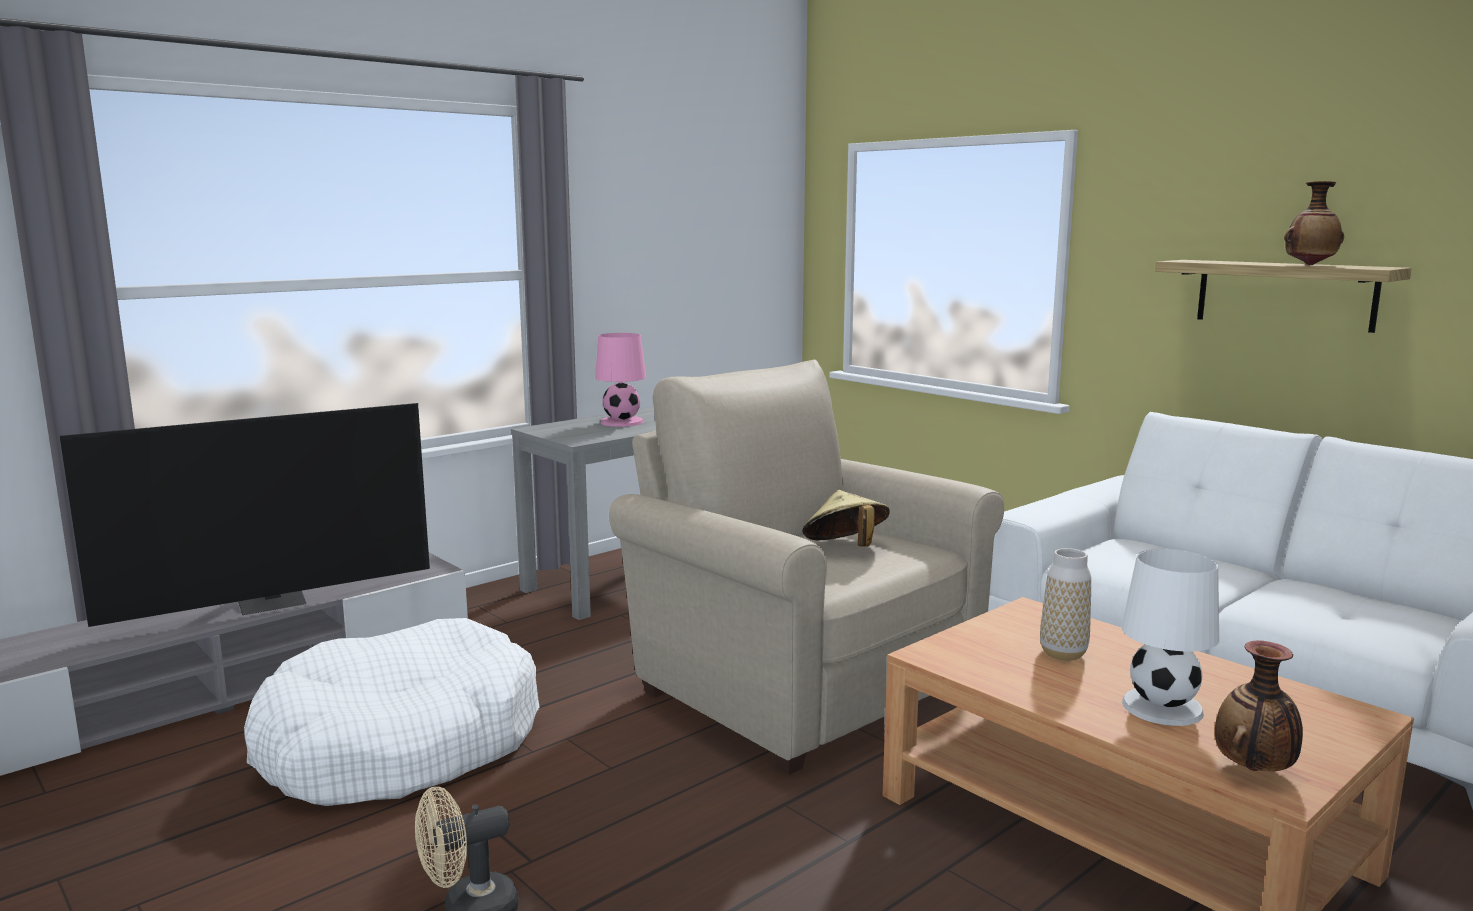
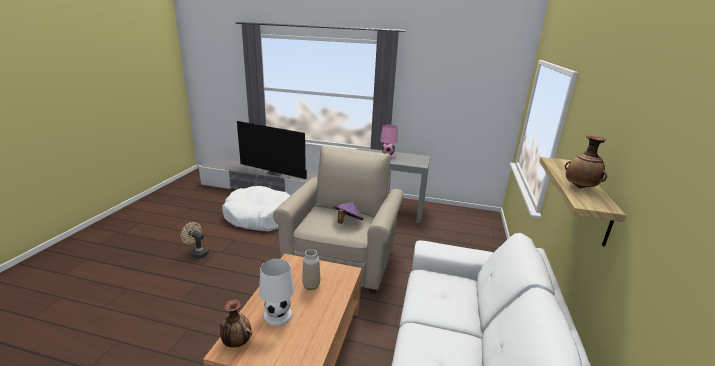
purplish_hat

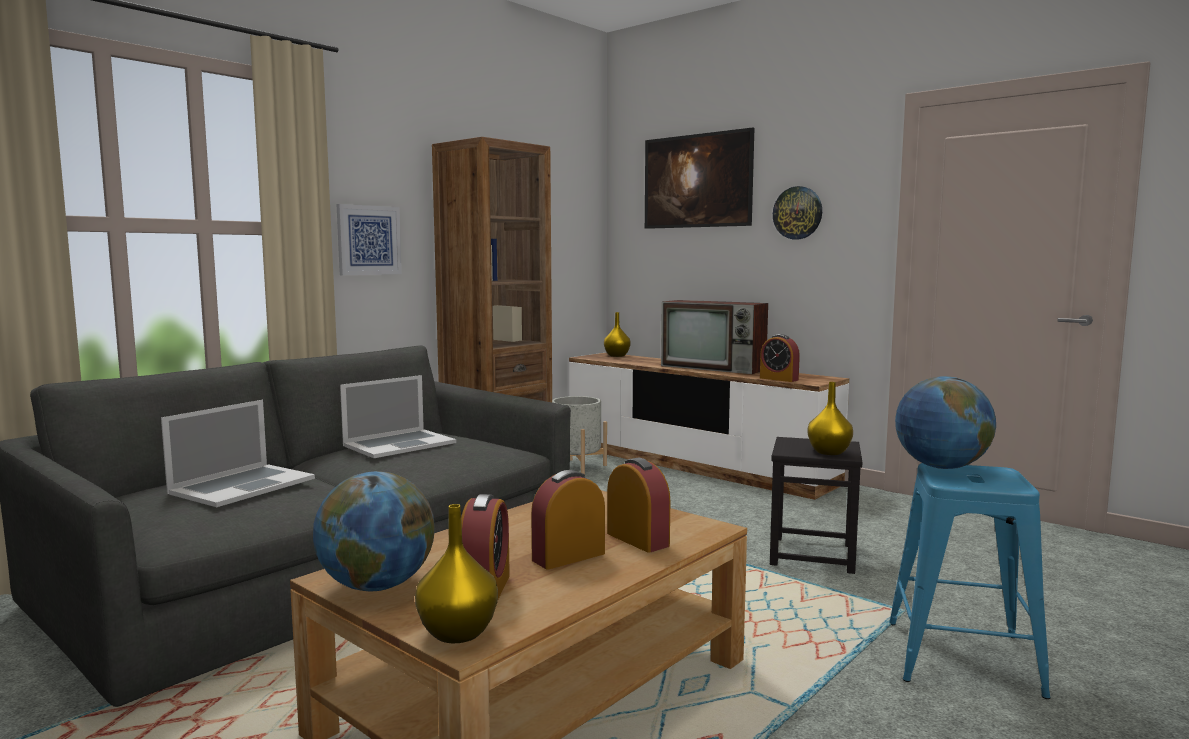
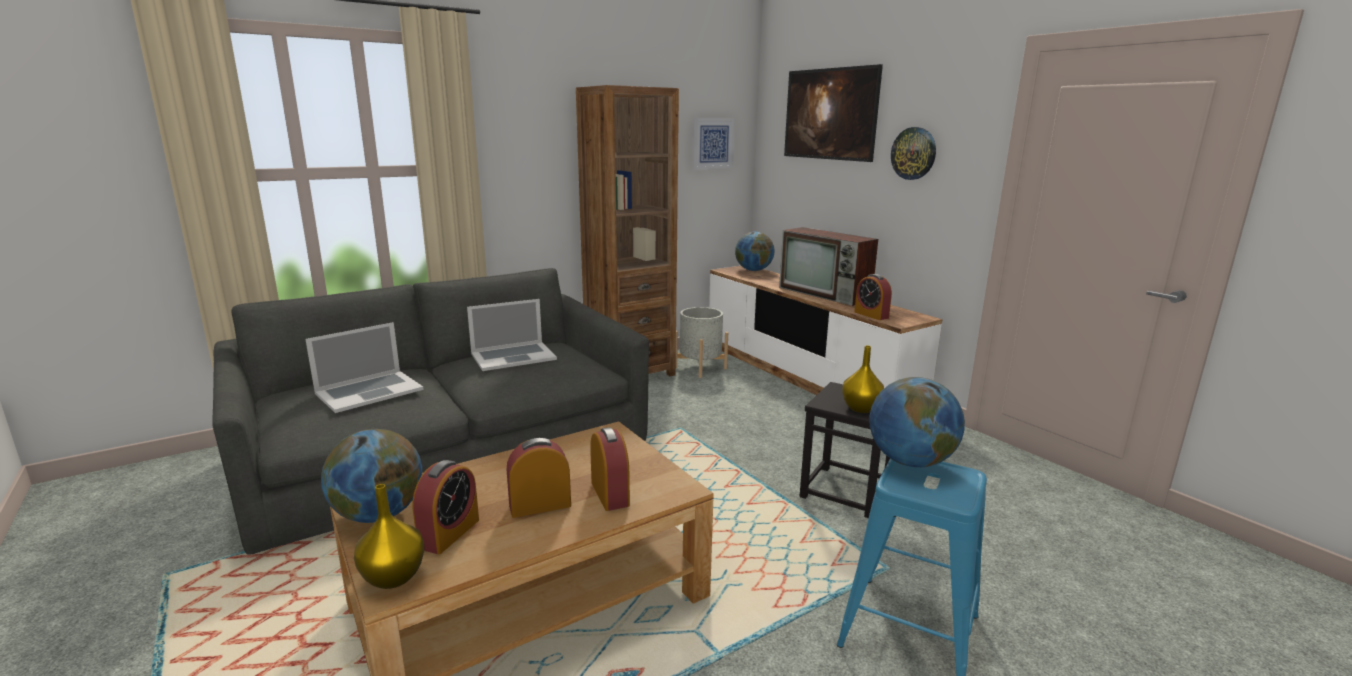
wall_art (1st from left); desk_globe (2nd from left)

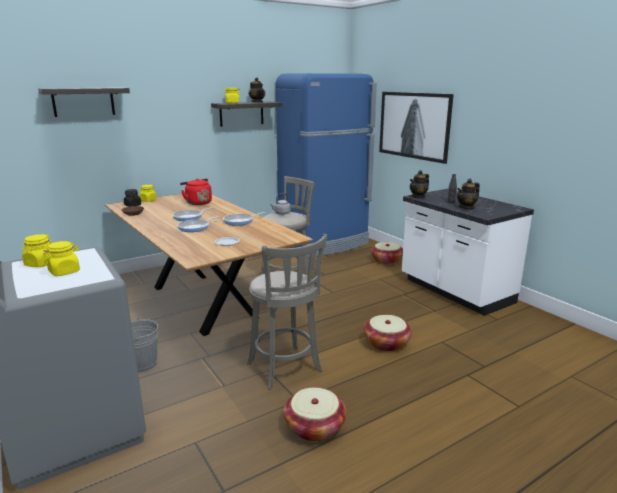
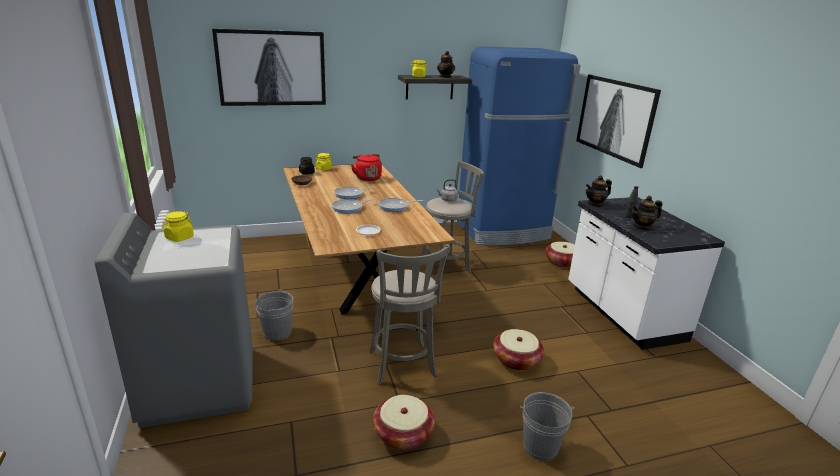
wall_art (1st from left); yellow_preserve_jar (2nd from left in the first image); gray_bucket (2nd from left)

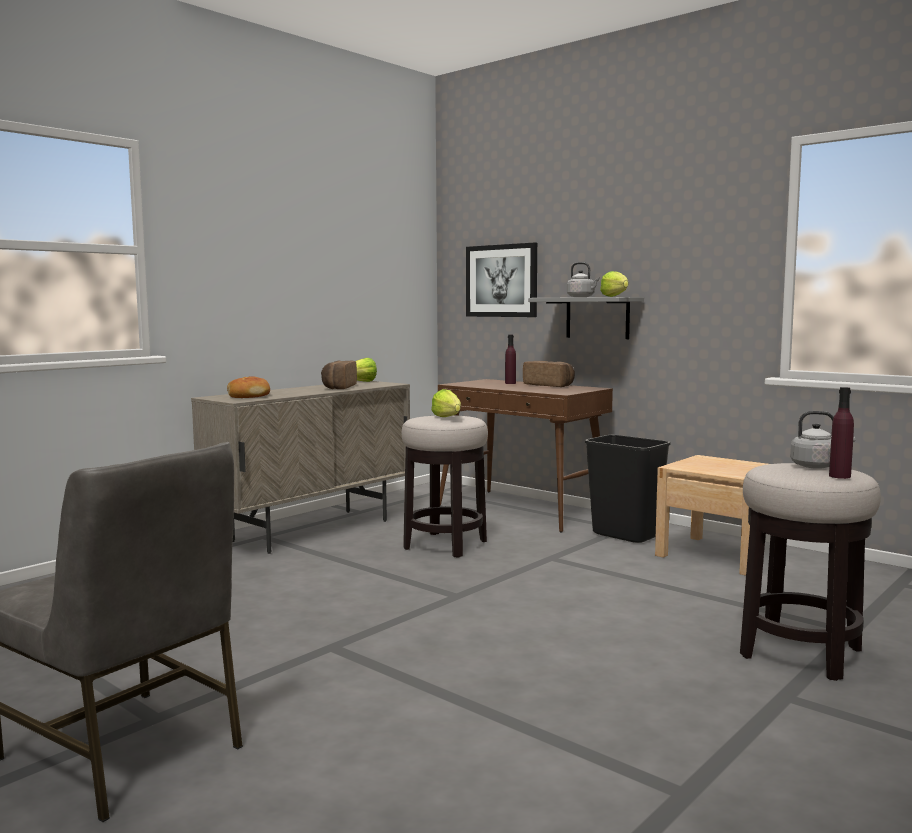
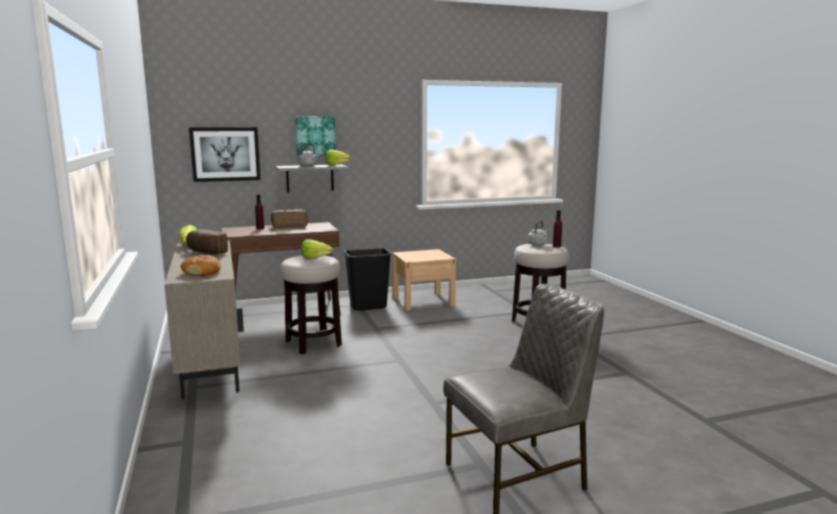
wall_art (2nd from left)

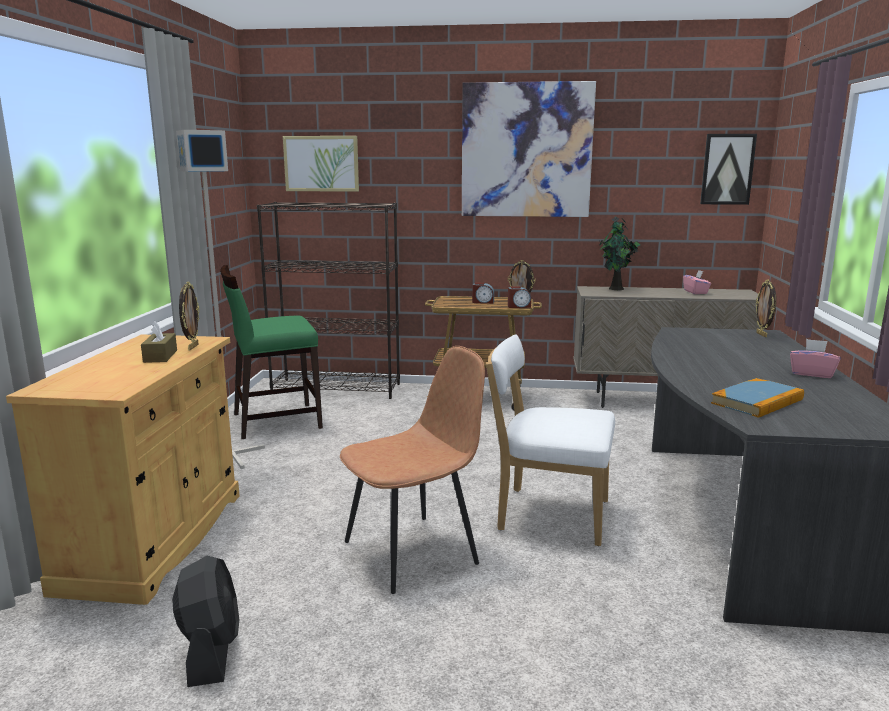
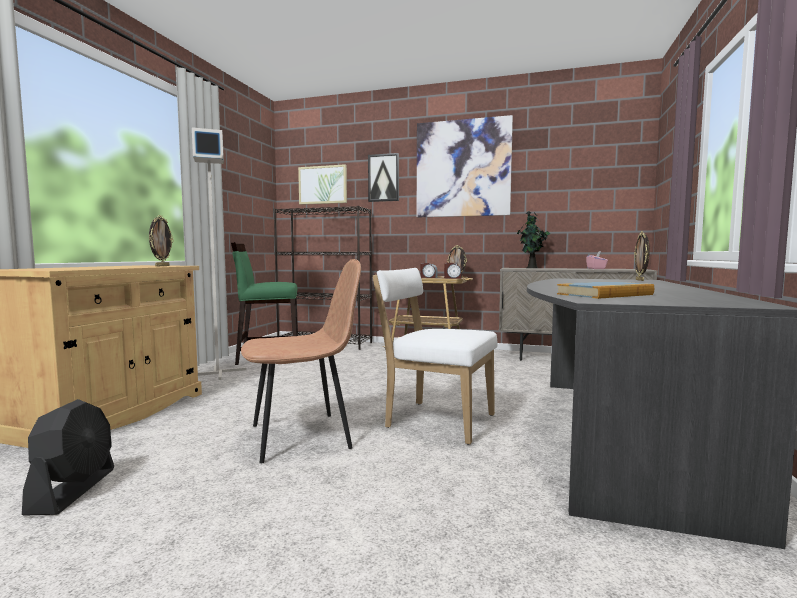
wall_art (2nd from left); brownish_box_of_tissues; pink_box_of_tissues (2nd from left in the first image)

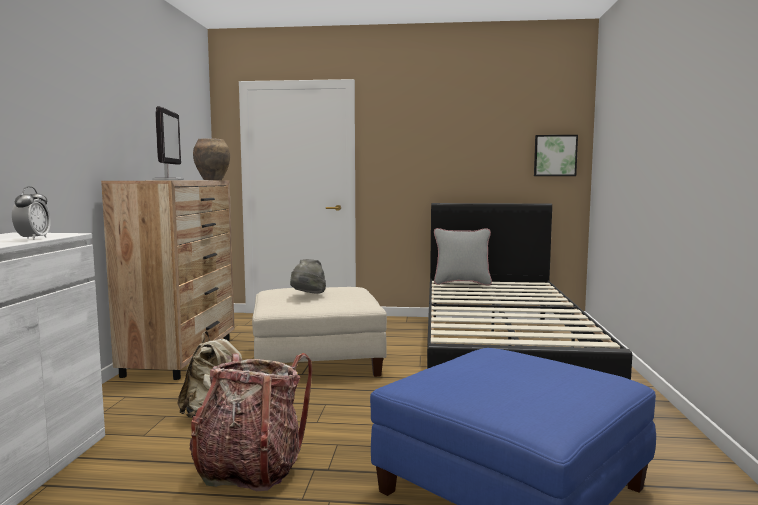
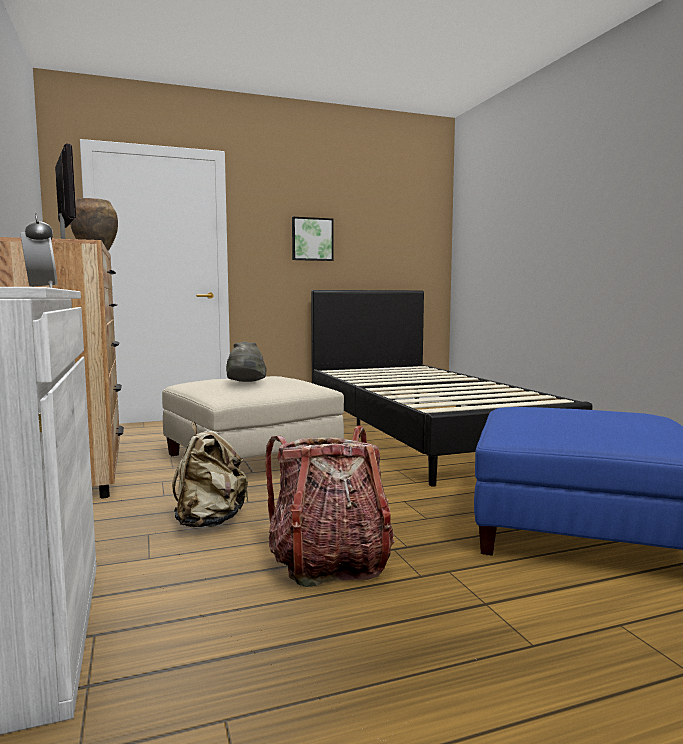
wall_art; gray_throw_pillow

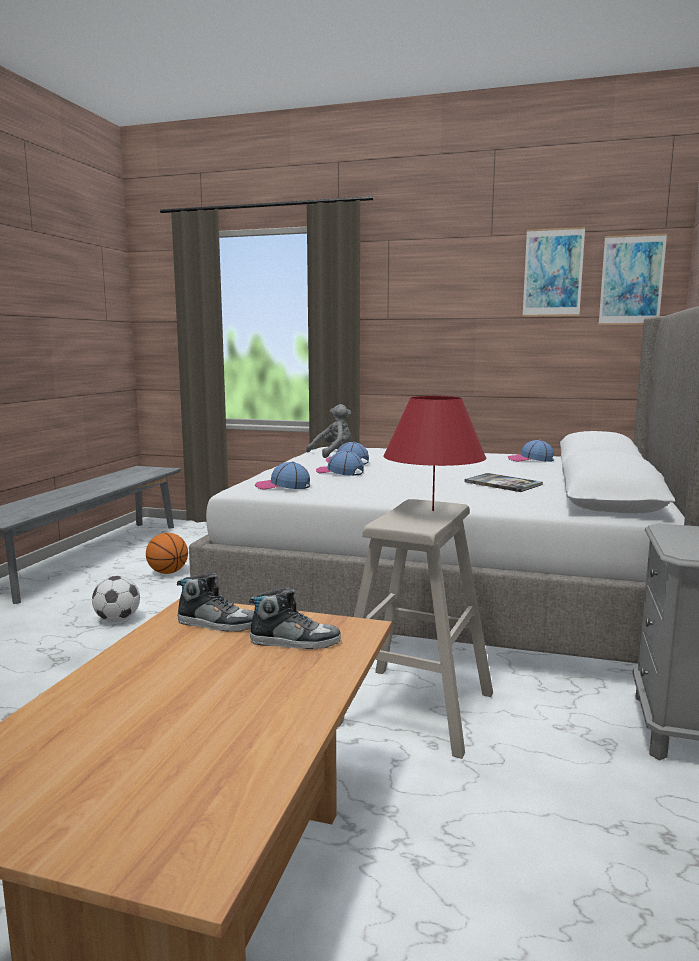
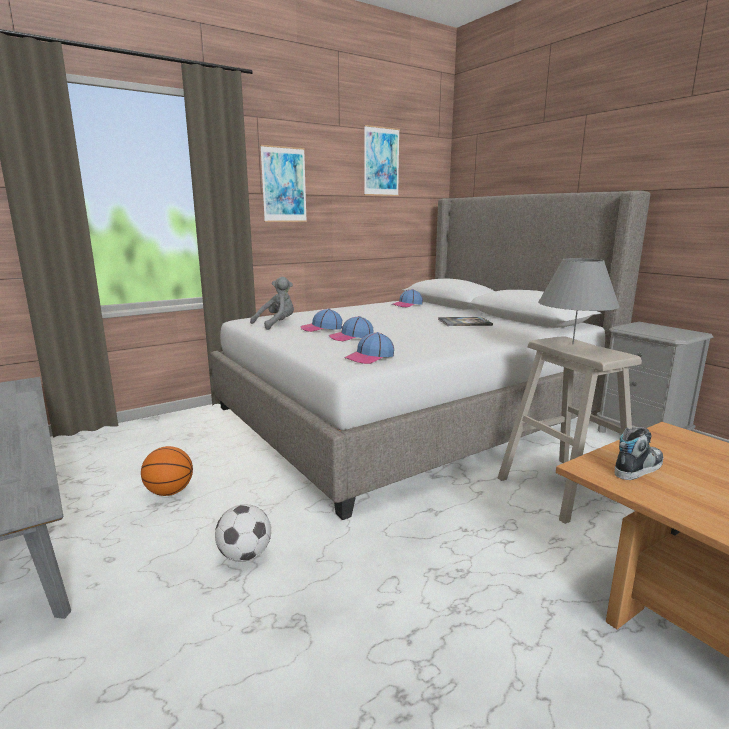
wall_art (1st from left); gray_lamp_for_a_table; gray_soft_toy; item_of_footwear (2nd from left in the first image)

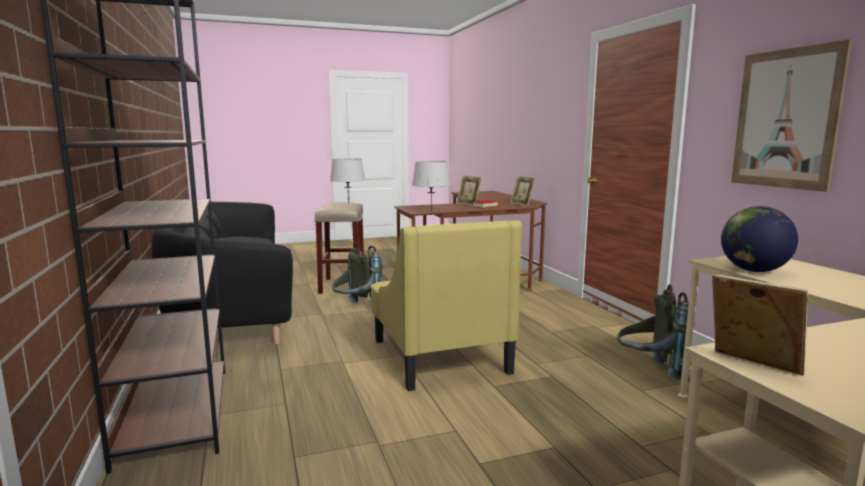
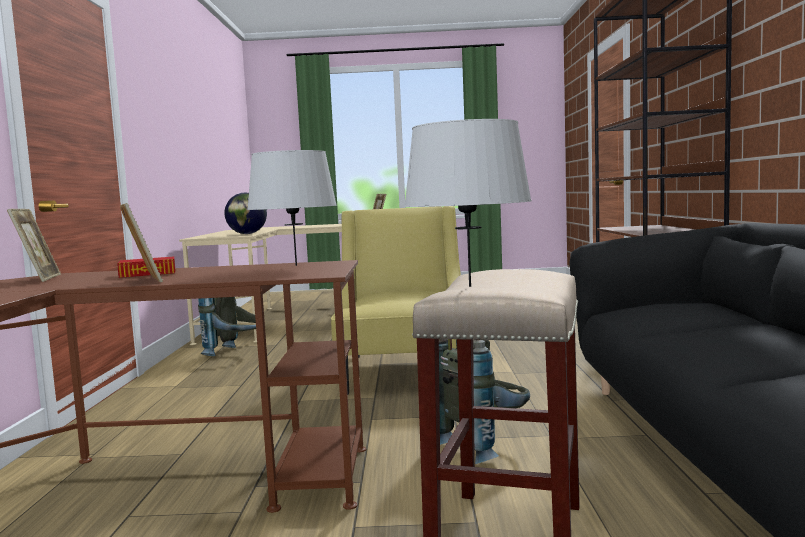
wall_art

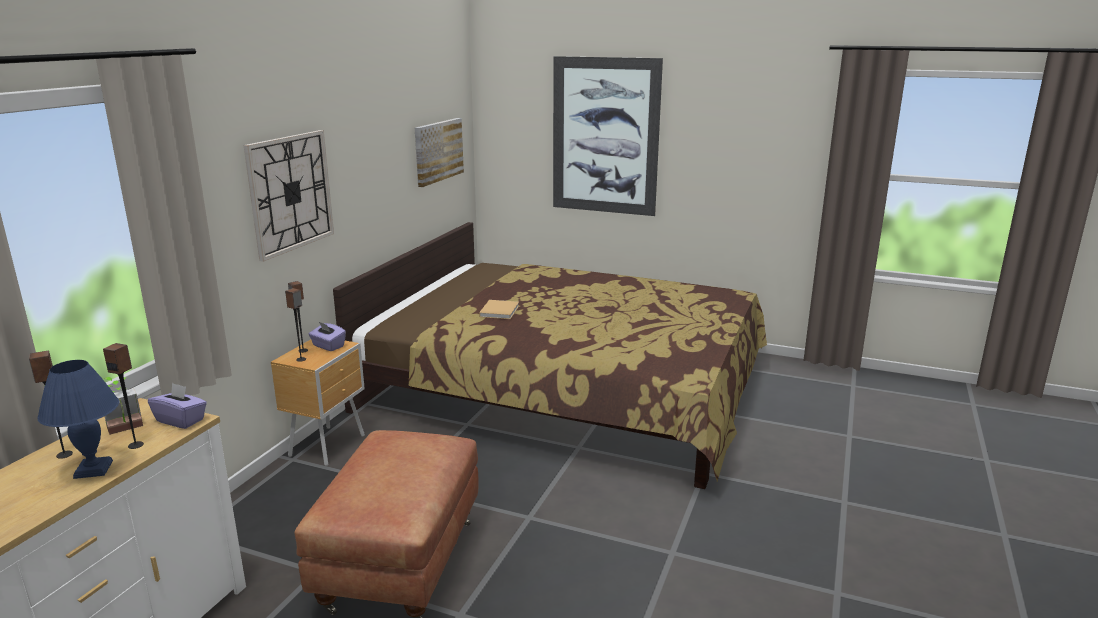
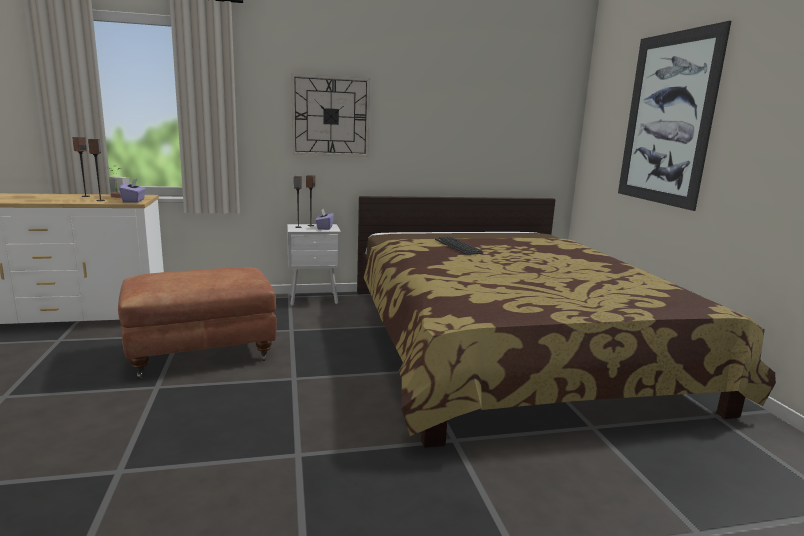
wall_art (1st from left in the first image); keyboard; whitish_bedside_table; bluish_lamp_for_a_table

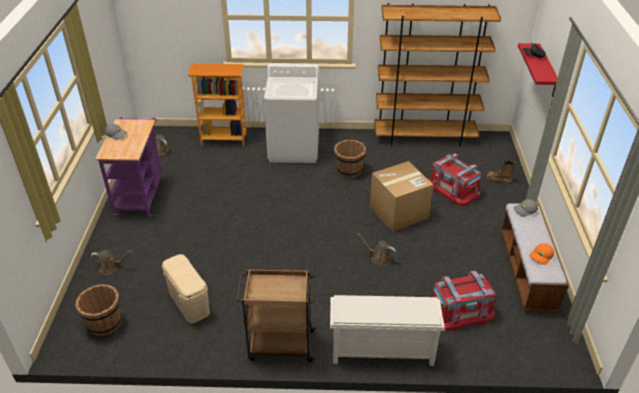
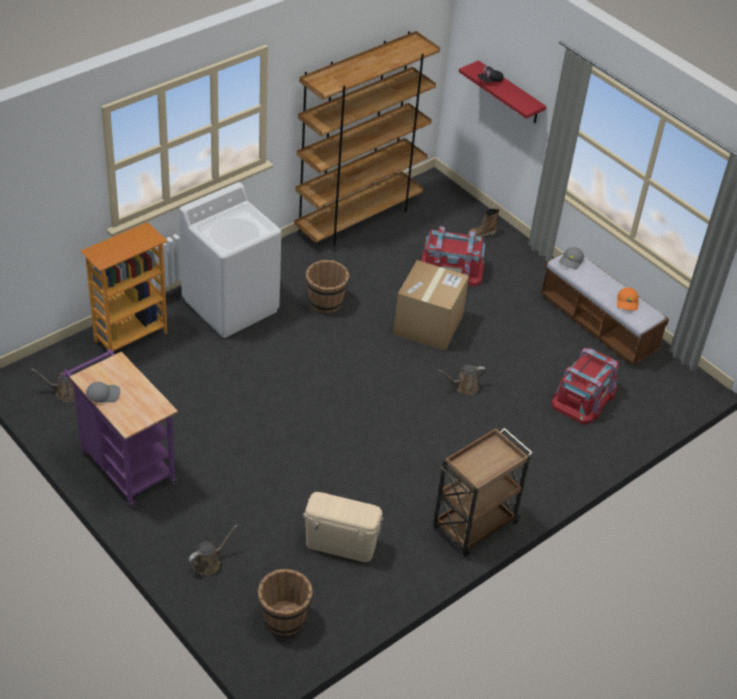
whitish_shoe_rack

